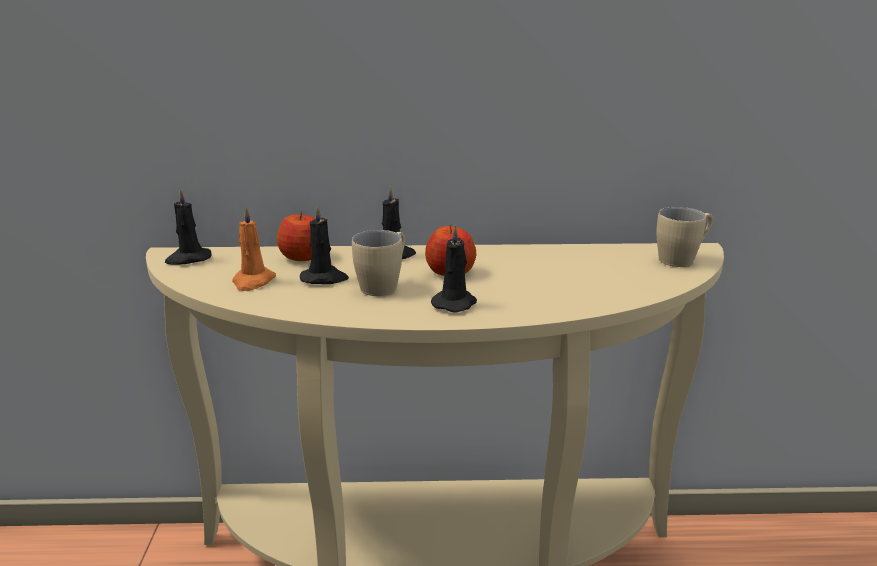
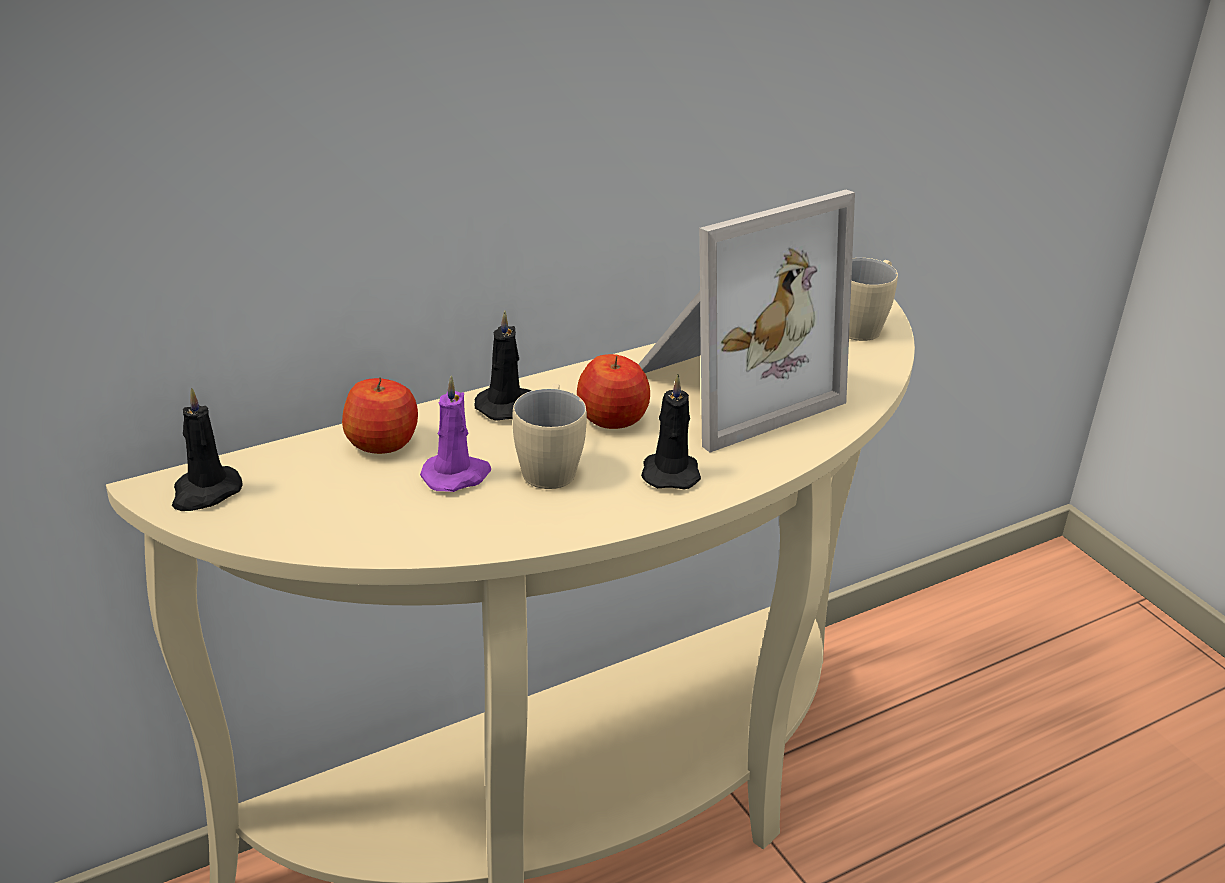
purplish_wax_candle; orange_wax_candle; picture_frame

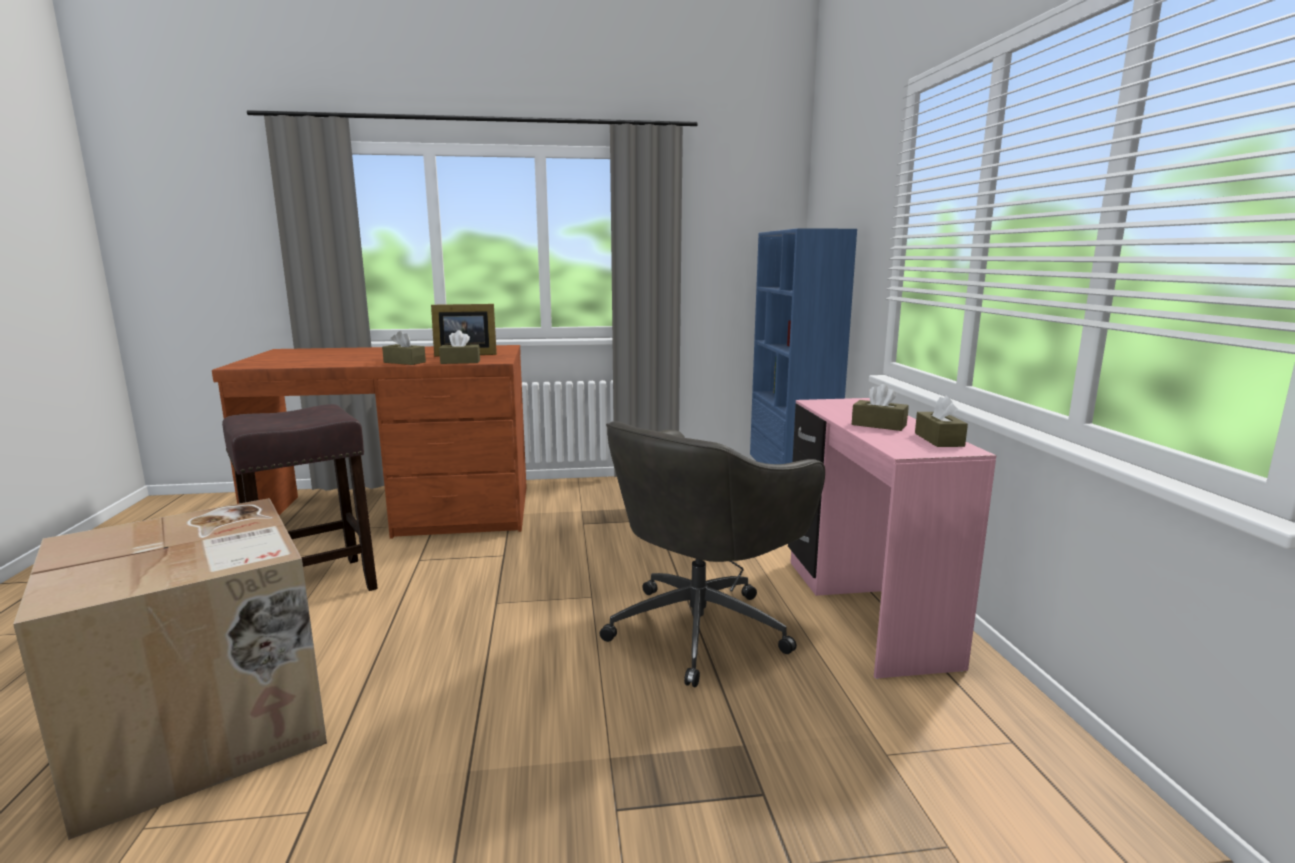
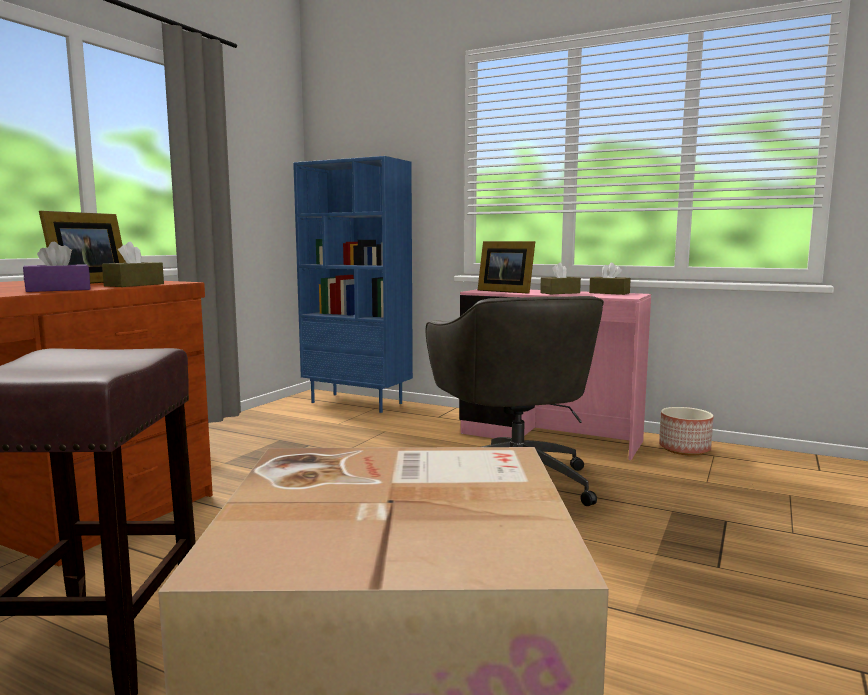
purplish_box_of_tissues; picture_frame (2nd from left); planter

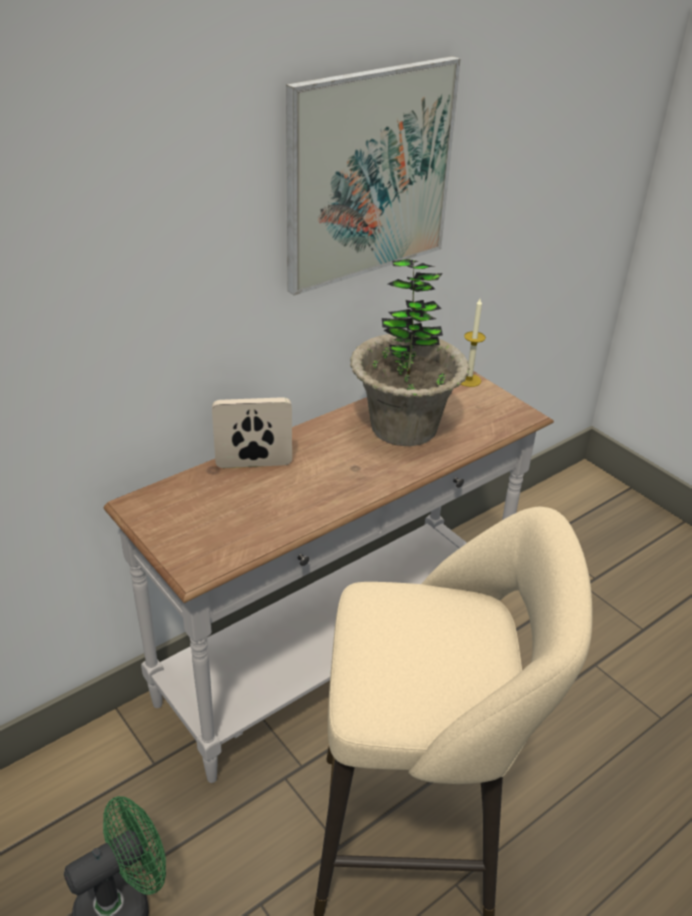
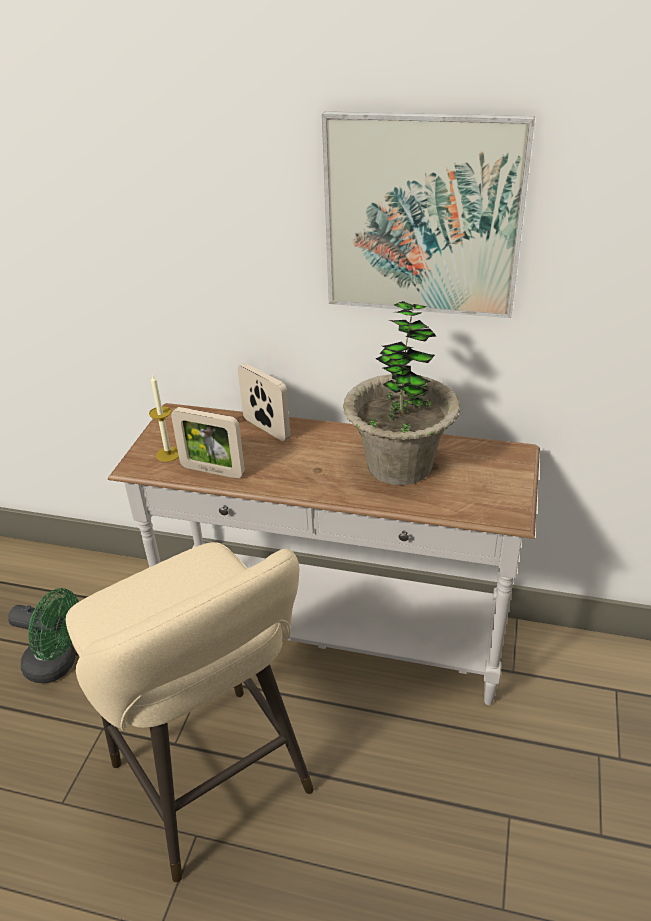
wax_candle; picture_frame (1st from left)

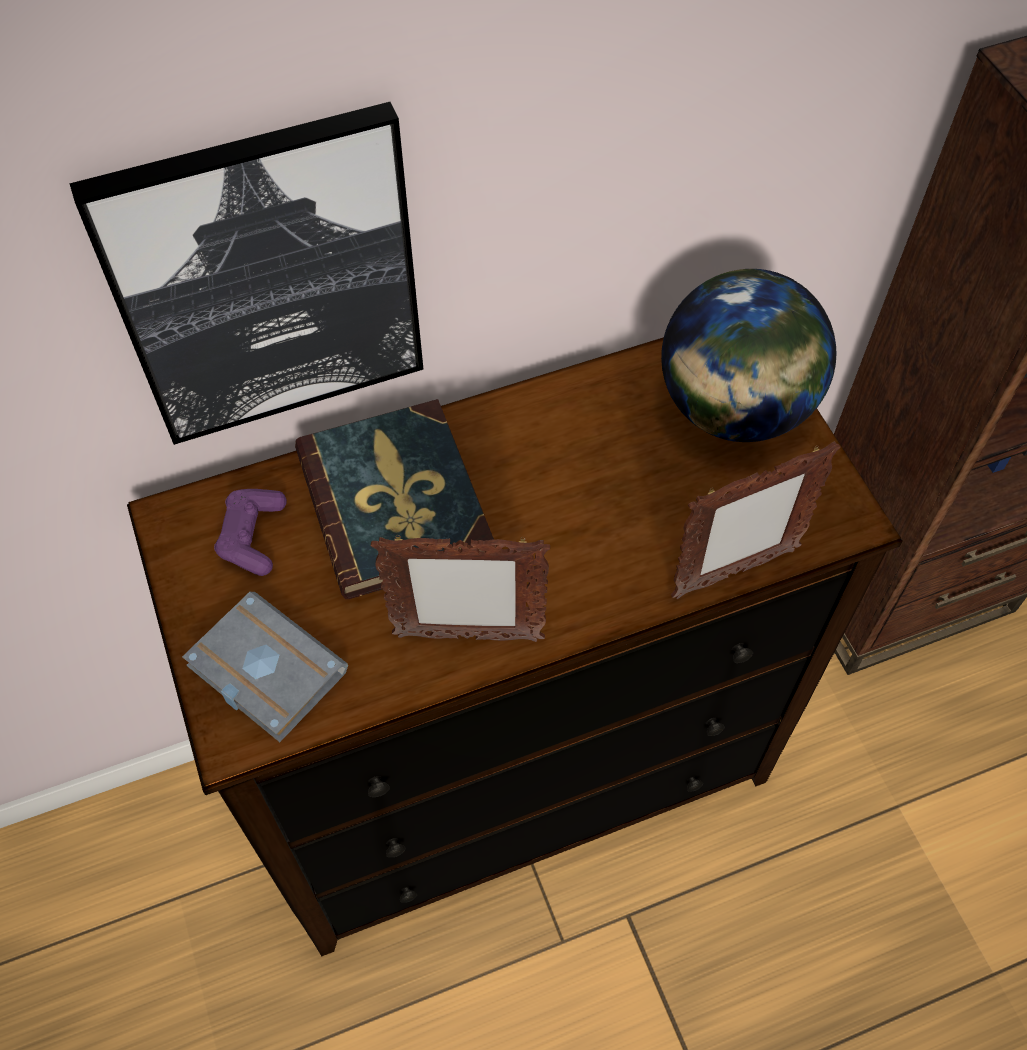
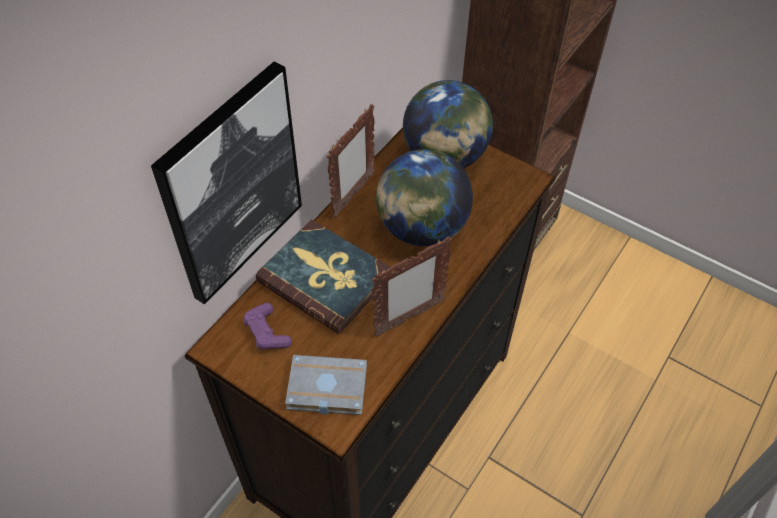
picture_frame (1st from left); desk_globe (1st from left)

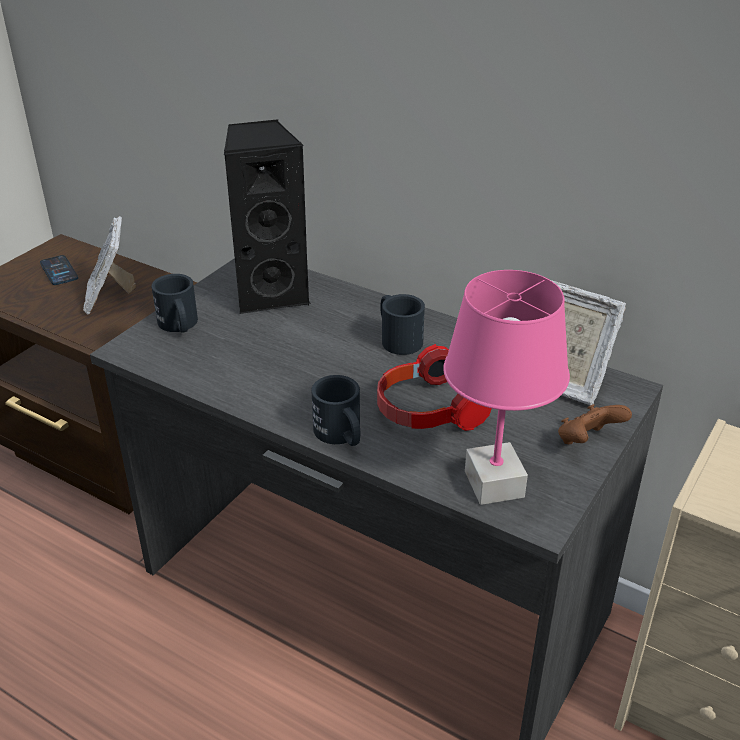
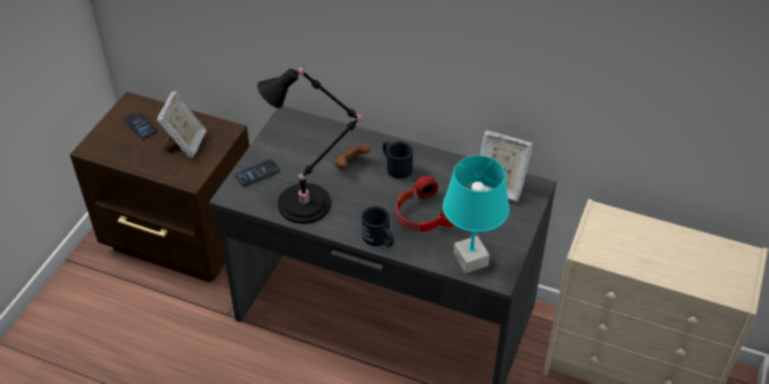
black-coloured_audio_speaker; picture_frame (1st from left); turquoise-coloured_lamp_for_a_table; handset (2nd from left); brownish_joypad; black-coloured_lamp_for_a_table

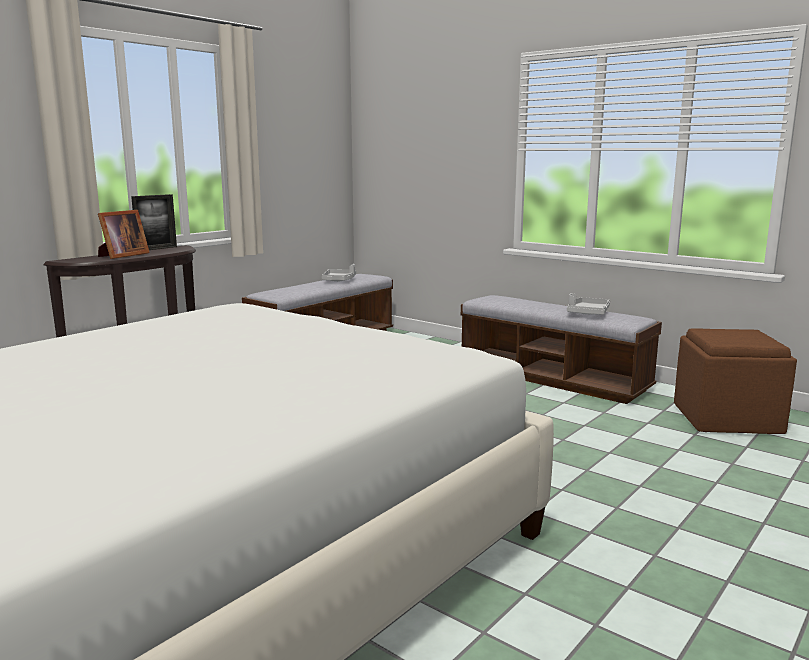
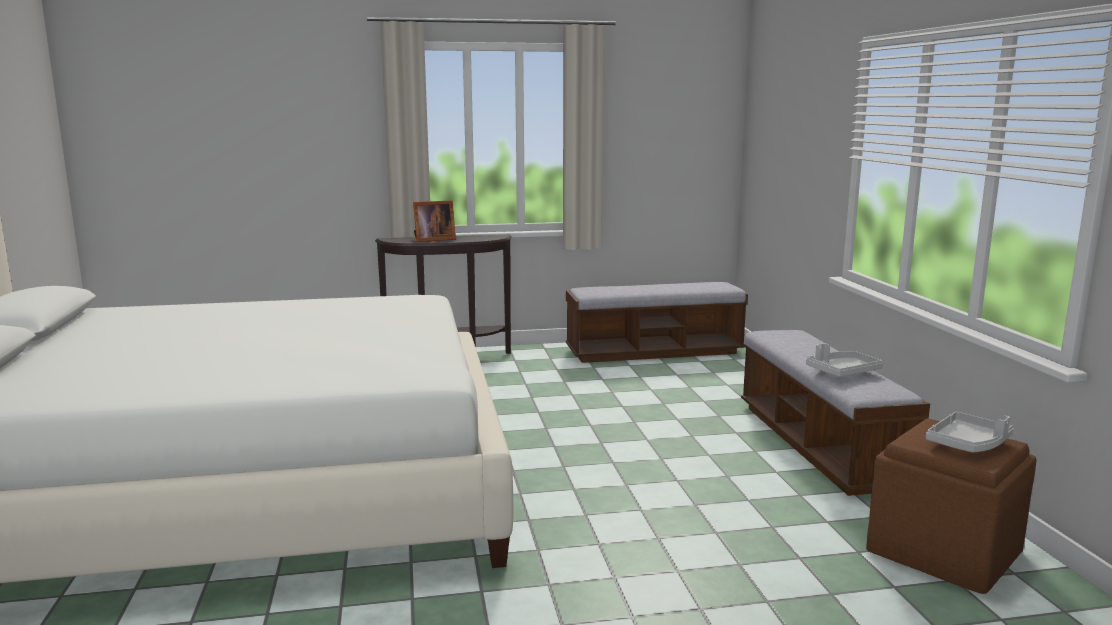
picture_frame (2nd from left in the first image); gray_serving_tray (2nd from left)

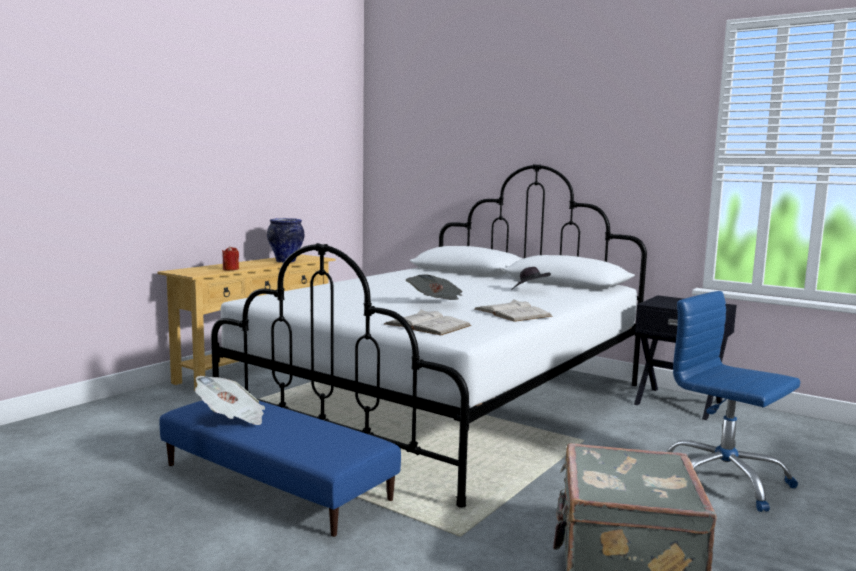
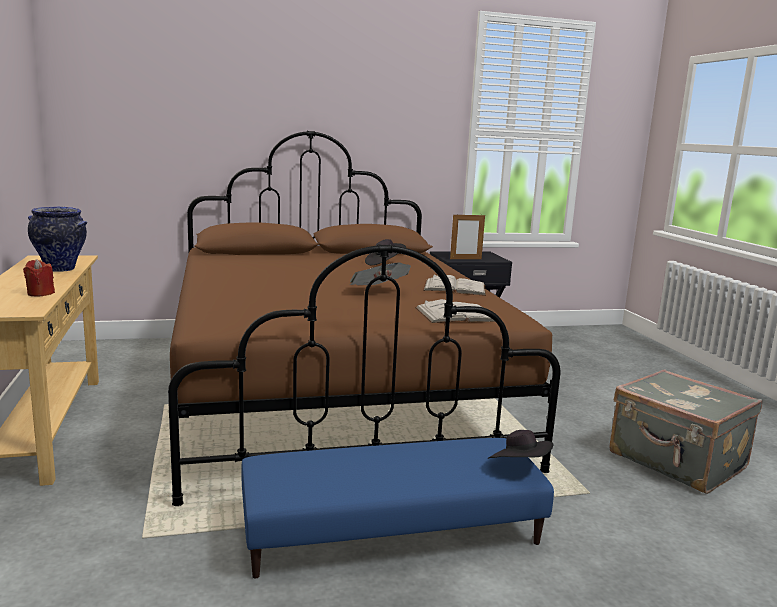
brownish_sleeping_bed; bluish_computer_chair; printed_paper (1st from left in the first image); picture_frame; black-coloured_hat (2nd from left)

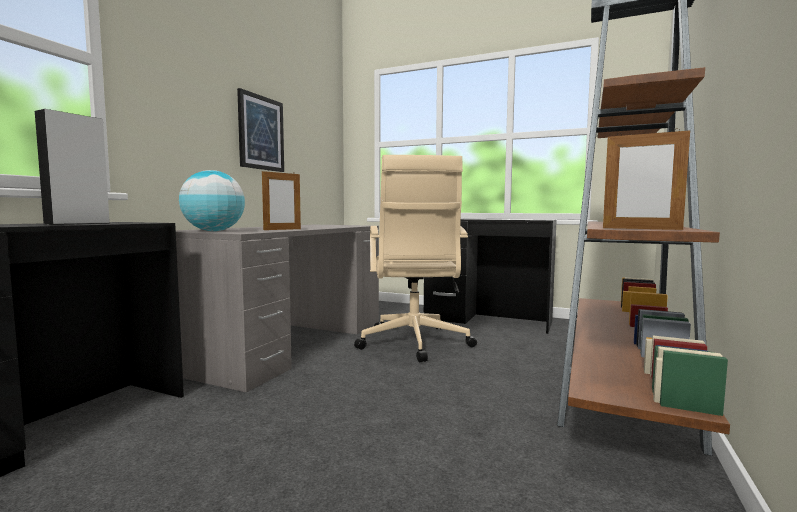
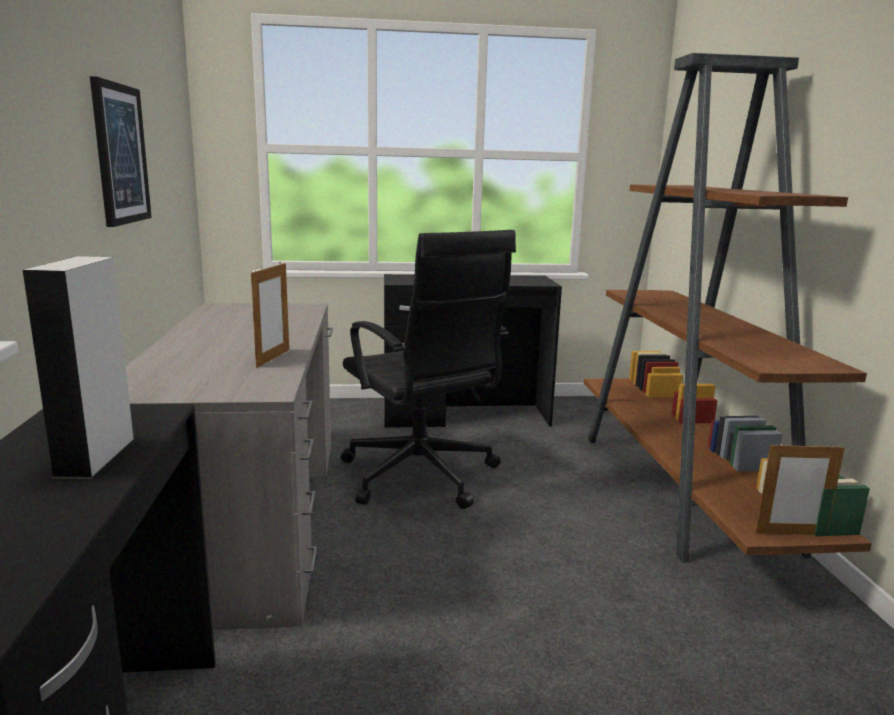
picture_frame (2nd from left); black-coloured_computer_chair; desk_globe

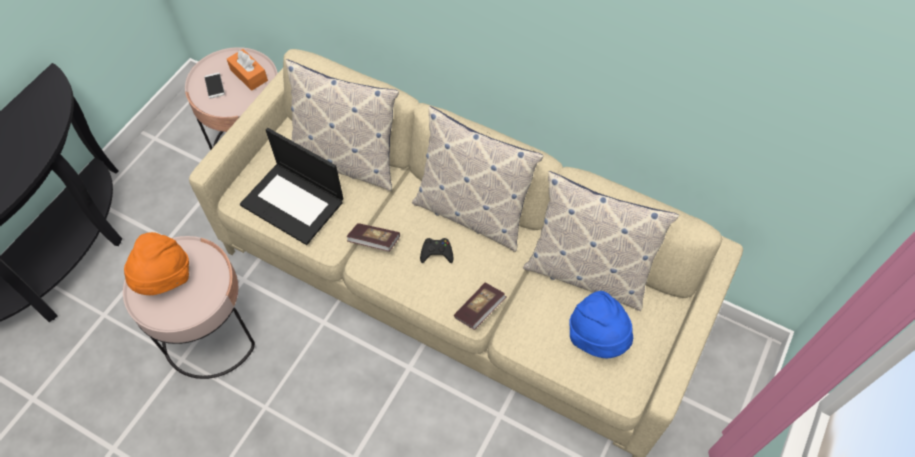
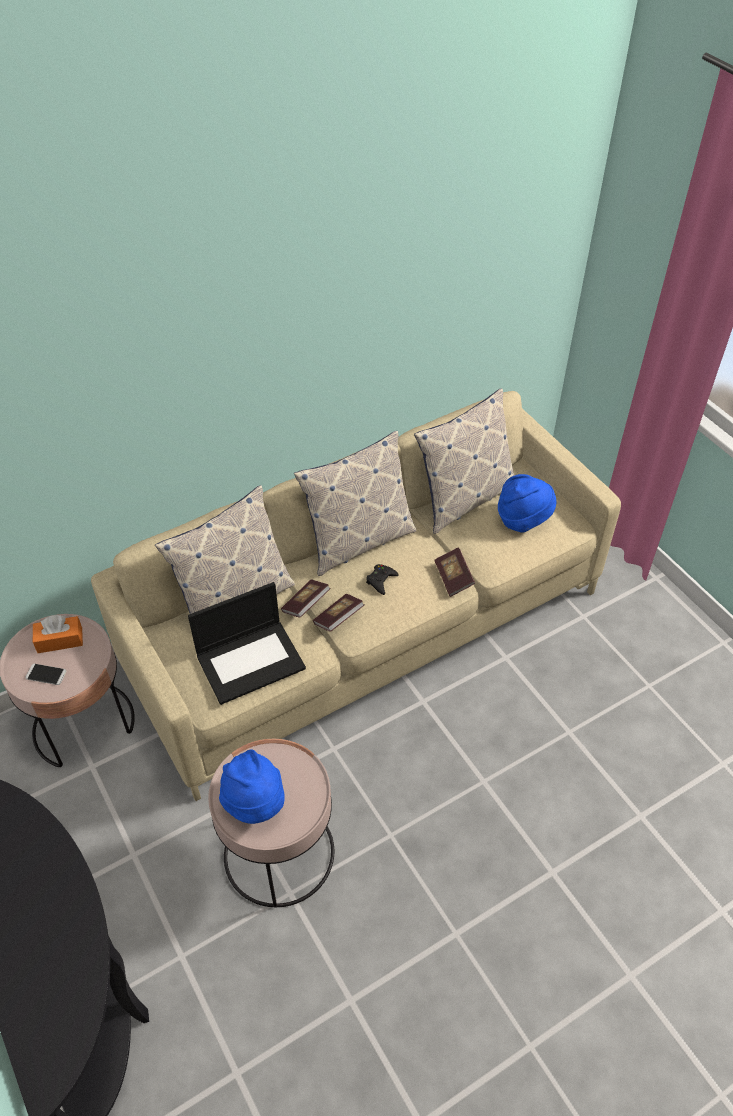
bluish_hat (1st from left); bound_book (1st from left)

